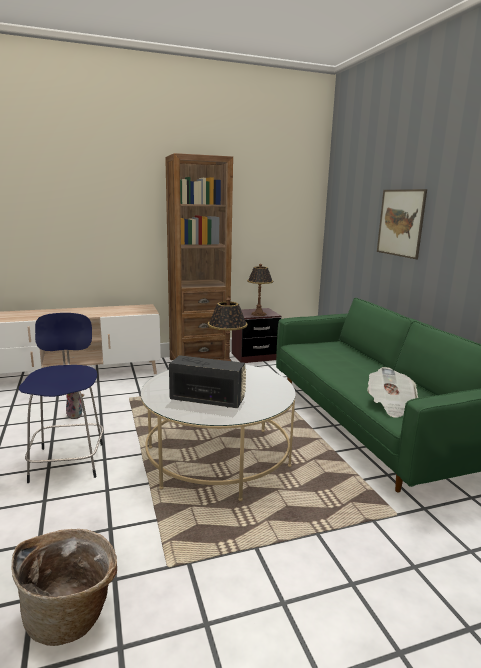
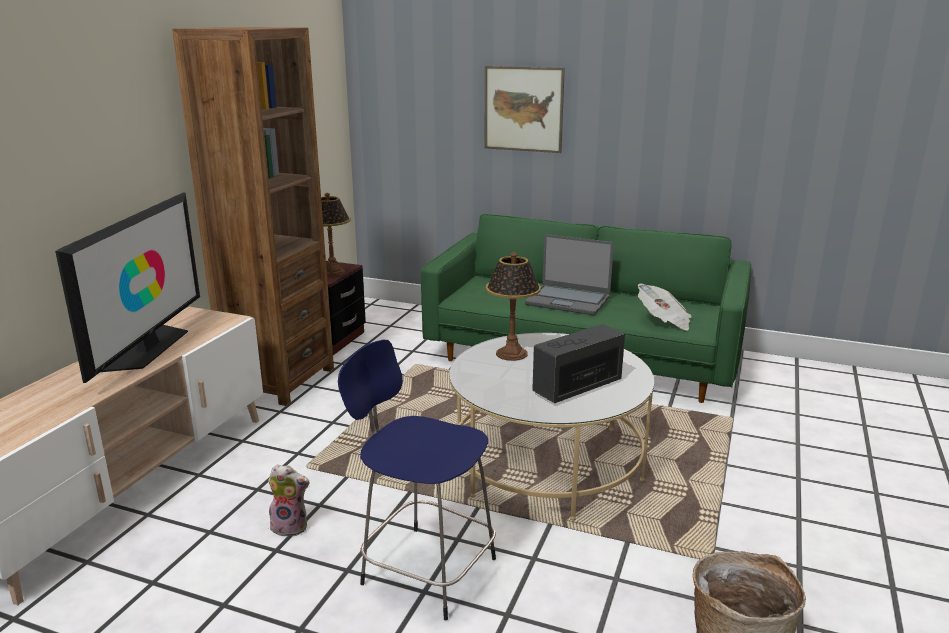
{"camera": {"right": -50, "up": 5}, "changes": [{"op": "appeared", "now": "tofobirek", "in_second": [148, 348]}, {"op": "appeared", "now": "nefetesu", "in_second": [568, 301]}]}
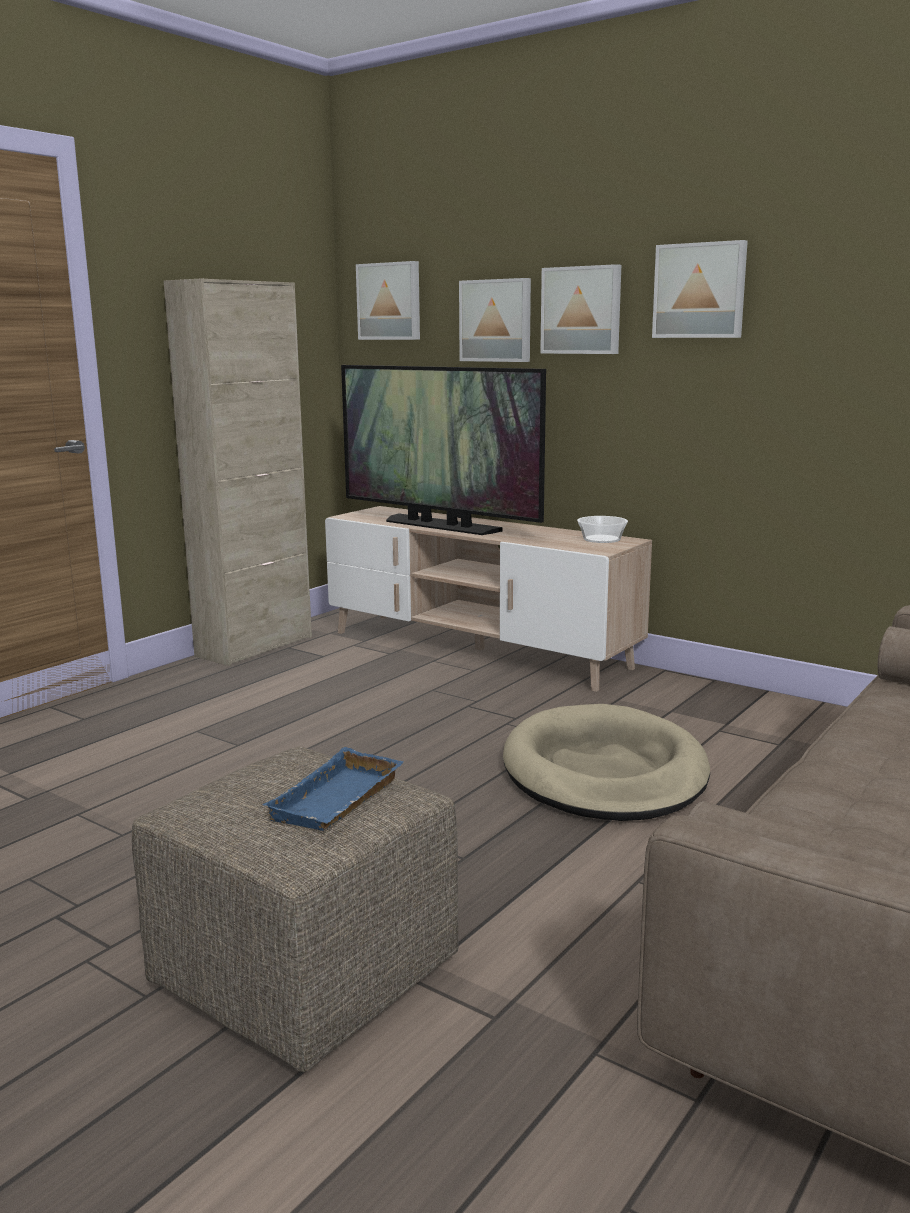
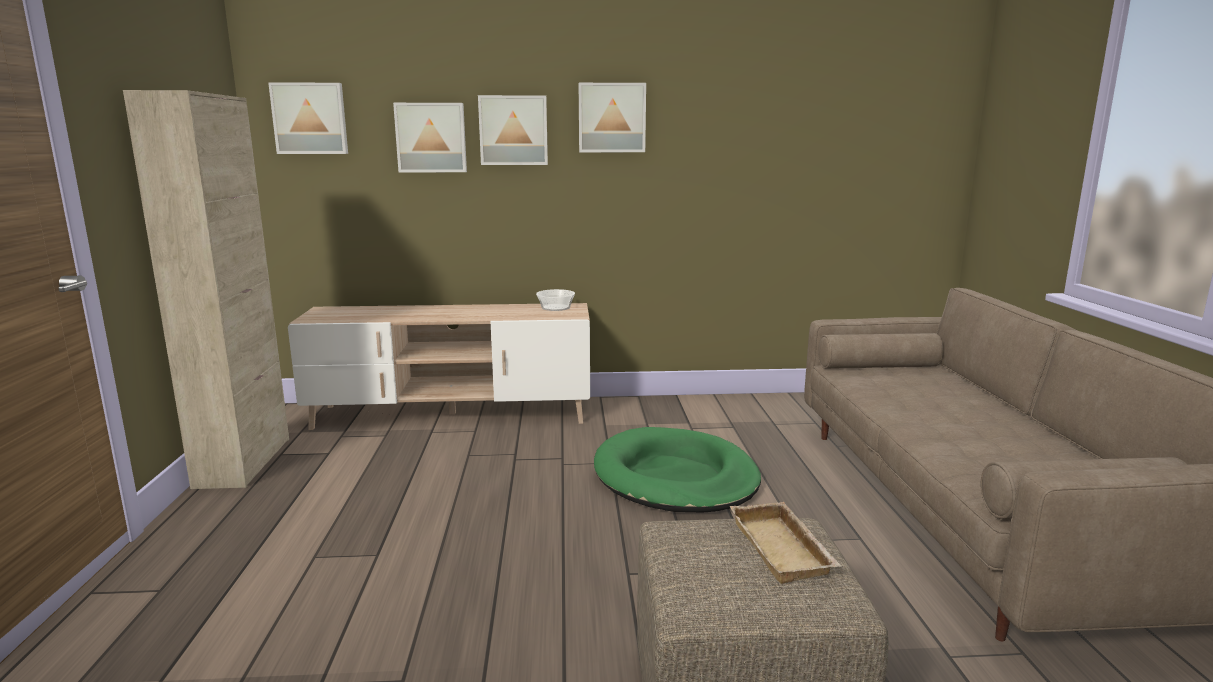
{"camera": {"right": -40, "up": 0}, "changes": [{"op": "colour", "was": "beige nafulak", "now": "green nafulak", "in_first": [604, 772], "in_second": [675, 477]}, {"op": "colour", "was": "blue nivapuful", "now": "beige nivapuful", "in_first": [339, 801], "in_second": [784, 549]}, {"op": "missing", "was": "tofobirek", "in_first": [440, 526]}]}
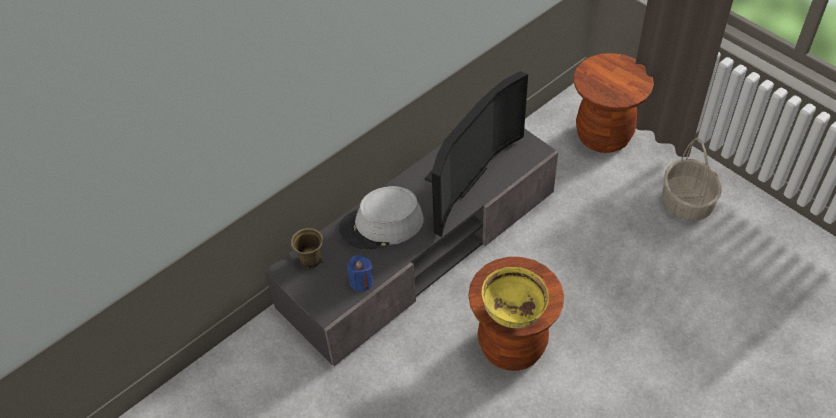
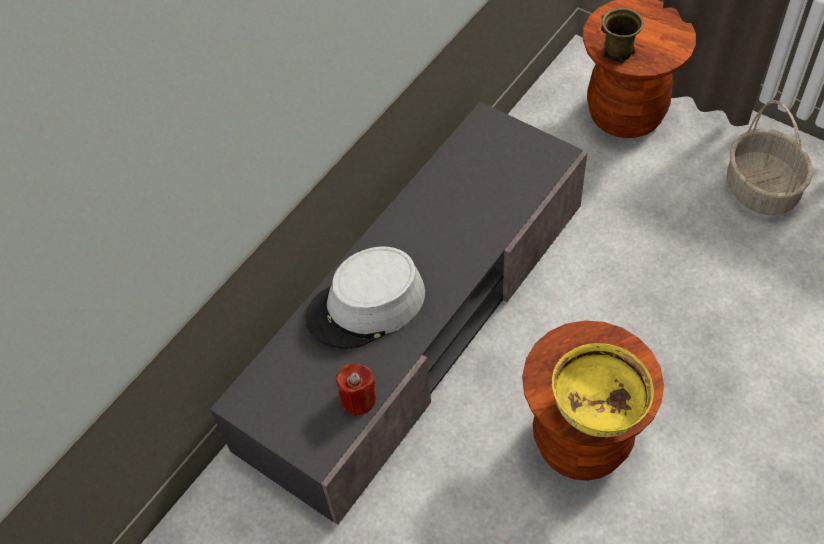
{"camera": {"right": -10, "up": 5}, "changes": [{"op": "colour", "was": "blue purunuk", "now": "red purunuk", "in_first": [361, 281], "in_second": [358, 399]}, {"op": "relocated", "was": "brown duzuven", "in_first": [310, 260], "in_second": [617, 52]}, {"op": "missing", "was": "tofobirek", "in_first": [463, 178]}]}
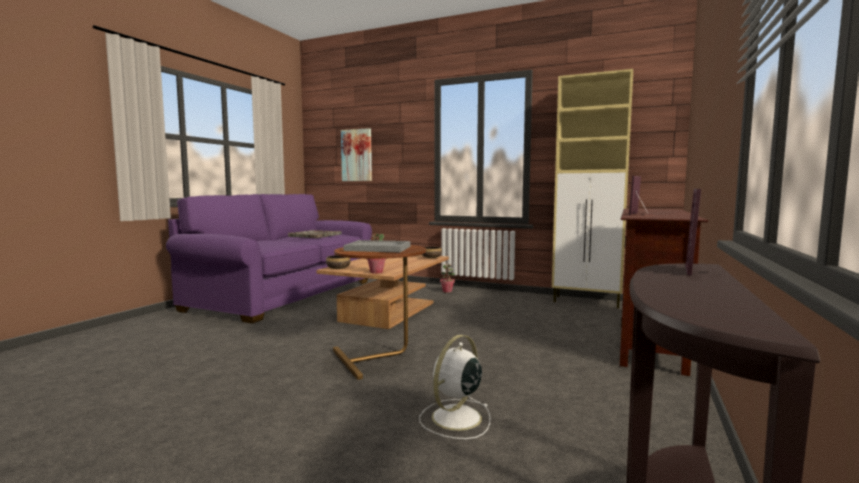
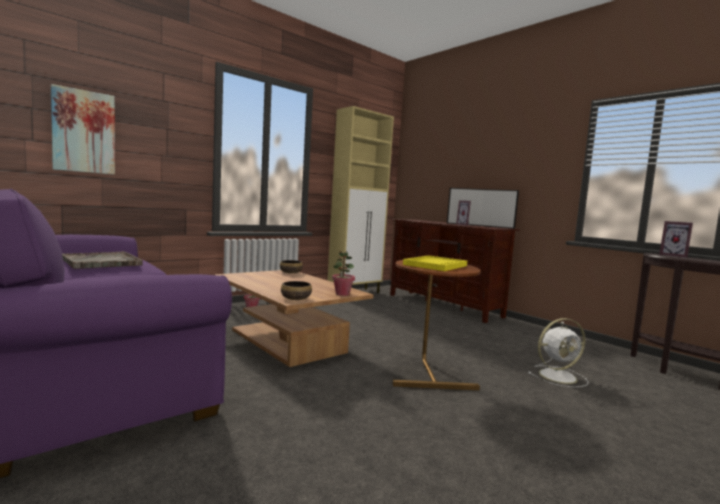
{"camera": {"right": -65, "up": 0}, "changes": [{"op": "colour", "was": "grey nivapuful", "now": "yellow nivapuful", "in_first": [378, 248], "in_second": [435, 265]}, {"op": "appeared", "now": "tofobirek", "in_second": [480, 225]}, {"op": "spun", "was": "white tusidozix", "in_first": [455, 418], "in_second": [559, 376], "clockwise": -75}]}
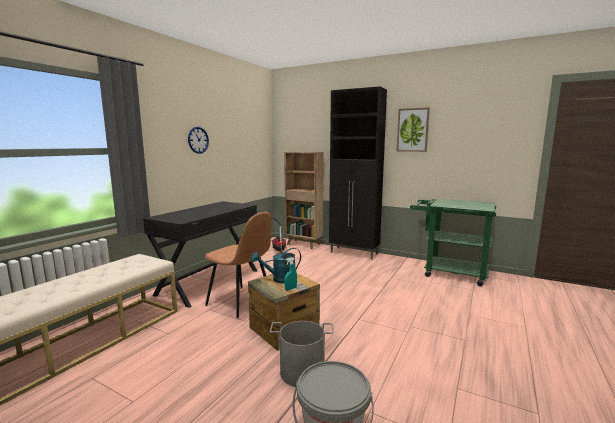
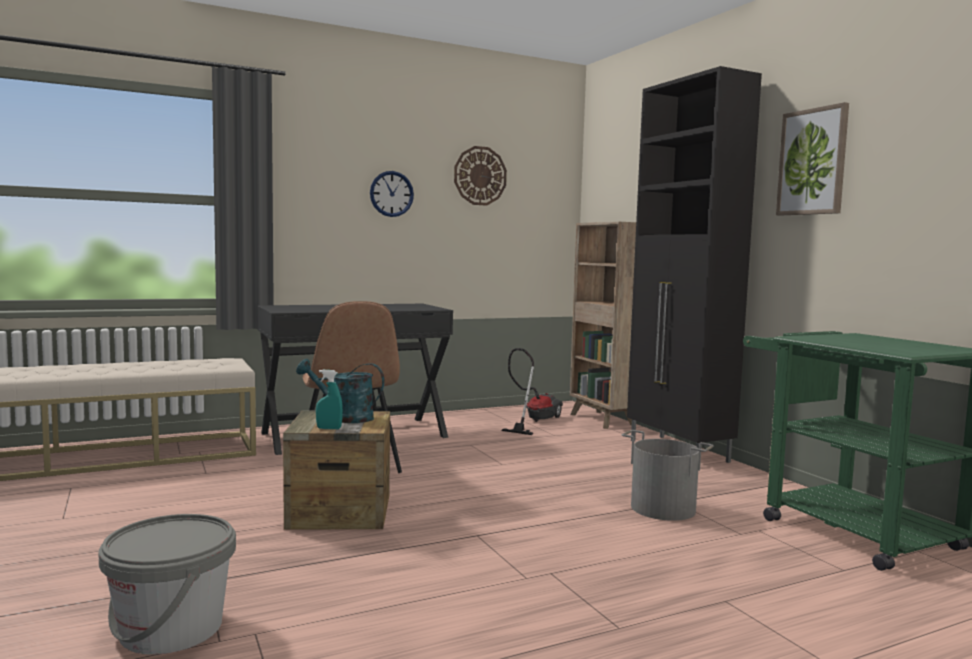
{"camera": {"right": 35, "up": -5}, "changes": [{"op": "appeared", "now": "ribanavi", "in_second": [480, 176]}, {"op": "relocated", "was": "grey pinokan", "in_first": [302, 371], "in_second": [663, 508]}]}
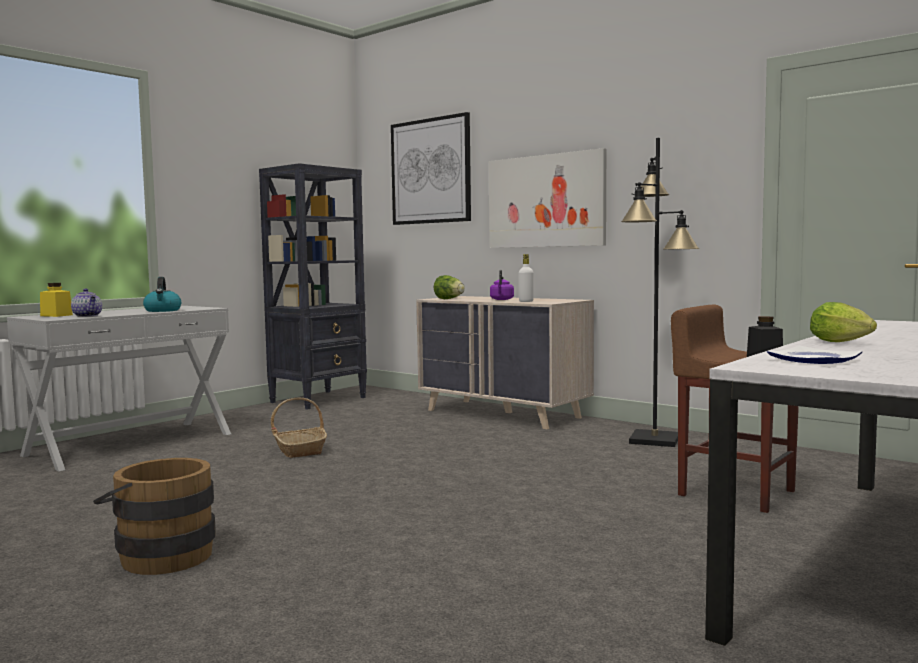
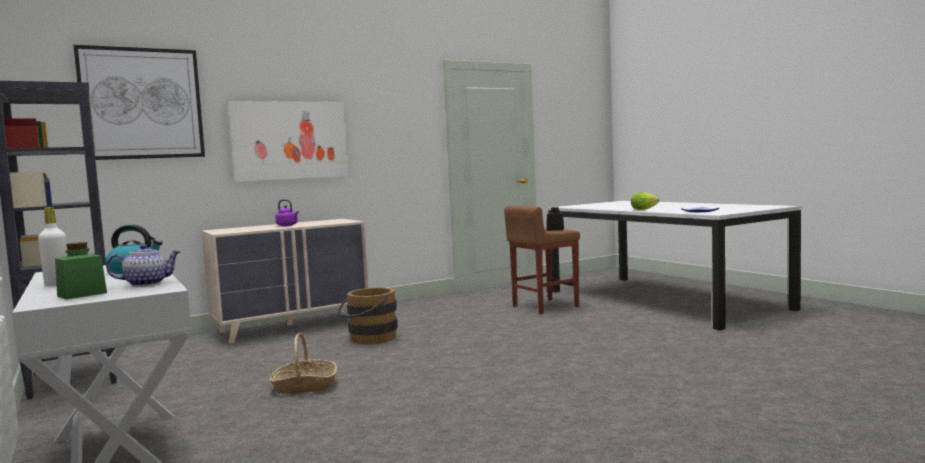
{"camera": {"right": -70, "up": 0}, "changes": [{"op": "relocated", "was": "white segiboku", "in_first": [526, 301], "in_second": [57, 284]}, {"op": "colour", "was": "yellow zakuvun", "now": "green zakuvun", "in_first": [56, 315], "in_second": [82, 294]}, {"op": "relocated", "was": "brown pinokan", "in_first": [160, 555], "in_second": [369, 339]}, {"op": "missing", "was": "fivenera", "in_first": [449, 299]}, {"op": "missing", "was": "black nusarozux", "in_first": [655, 440]}]}
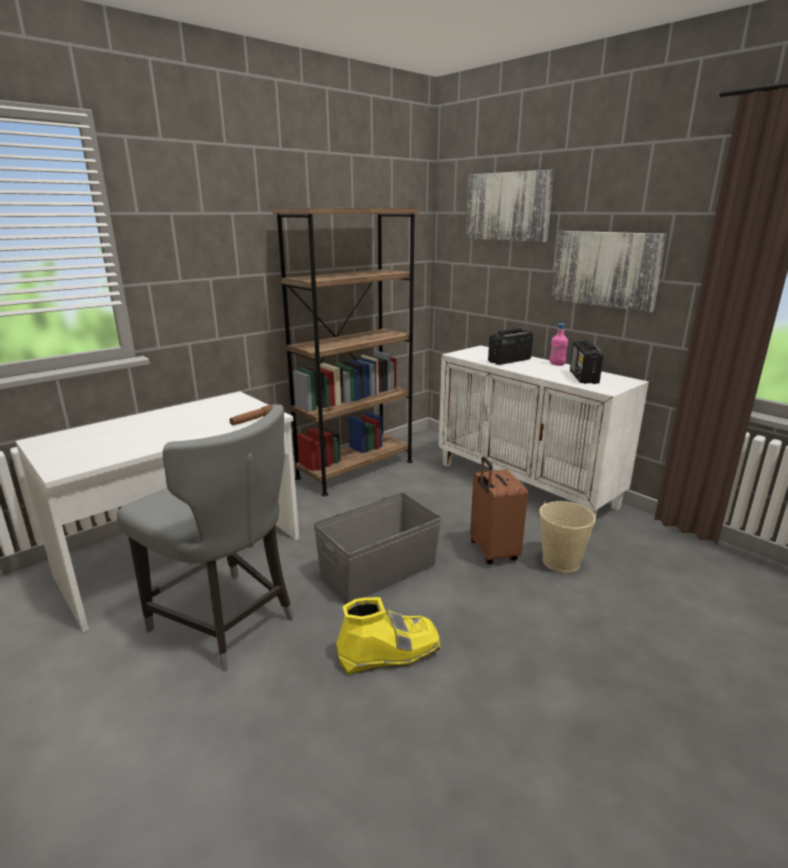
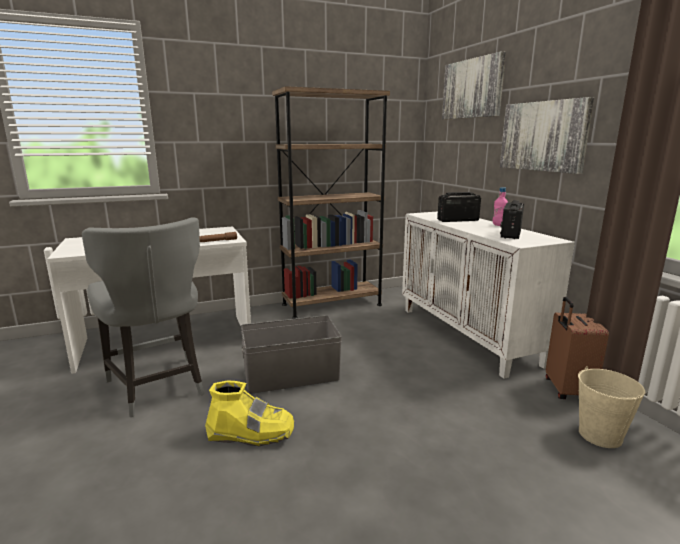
{"camera": {"right": 20, "up": -5}, "changes": [{"op": "relocated", "was": "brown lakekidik", "in_first": [492, 552], "in_second": [566, 390]}, {"op": "relocated", "was": "beige pinokan", "in_first": [561, 562], "in_second": [600, 435]}]}
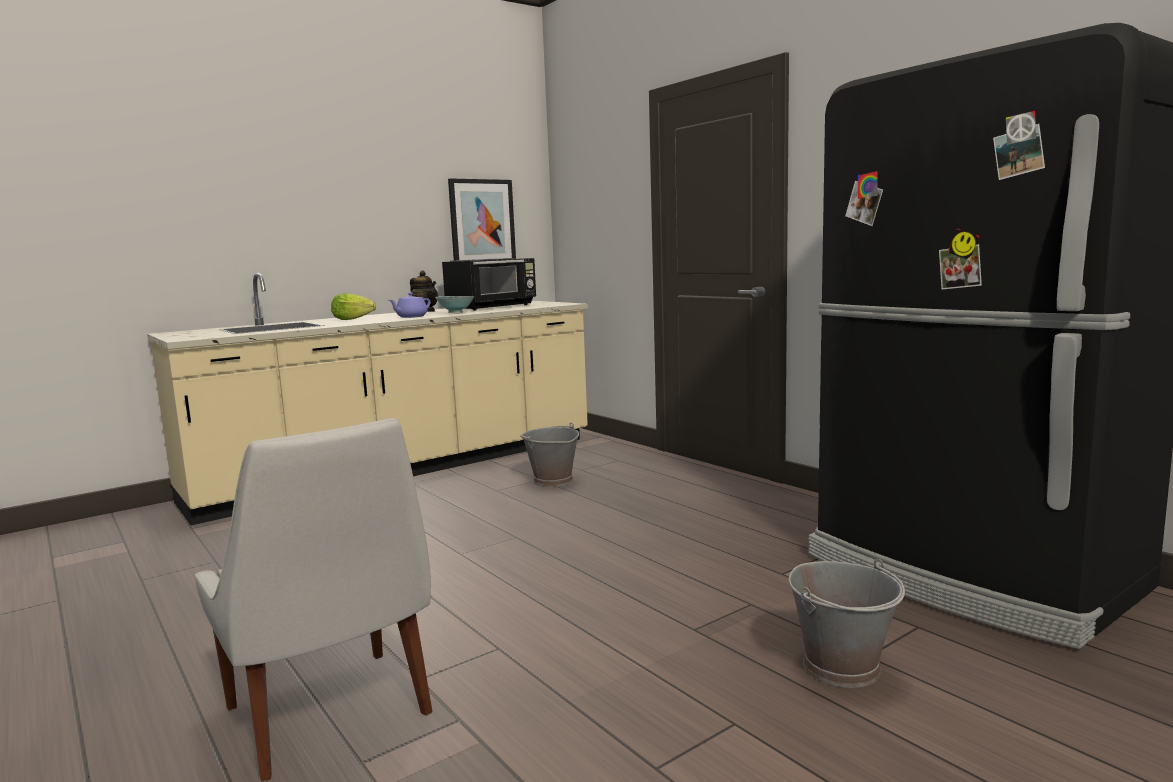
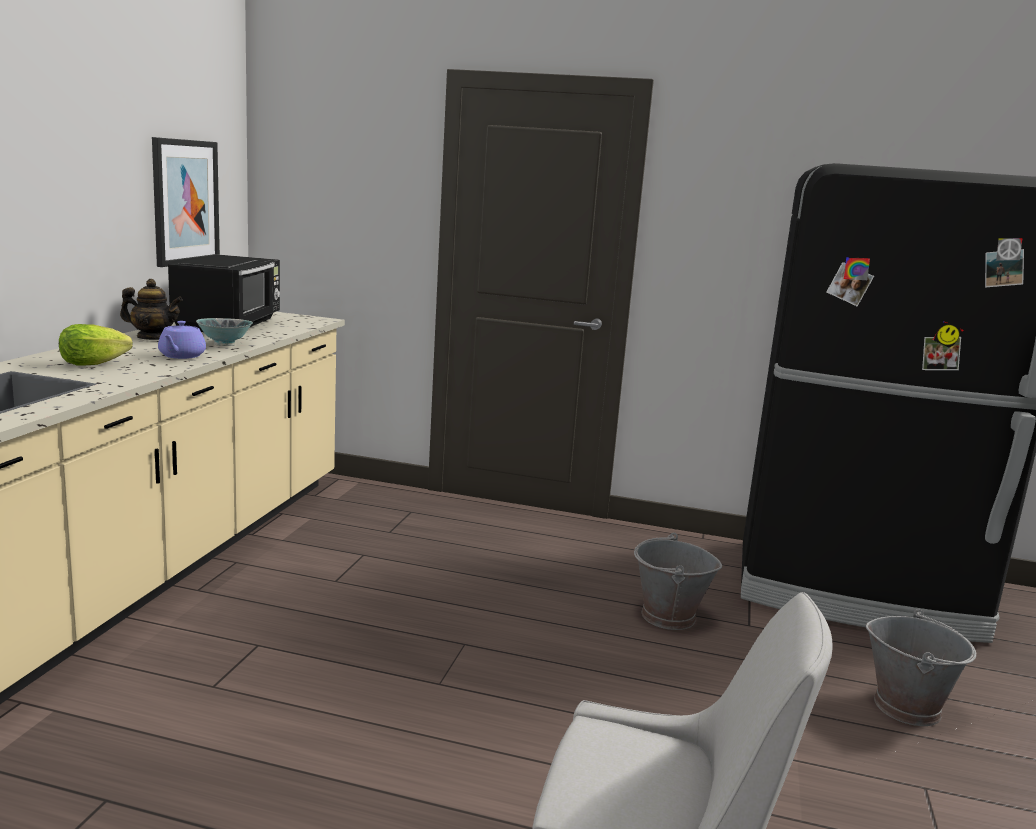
{"camera": {"right": -40, "up": 5}, "changes": [{"op": "relocated", "was": "grey pinokan", "in_first": [552, 481], "in_second": [668, 616]}]}
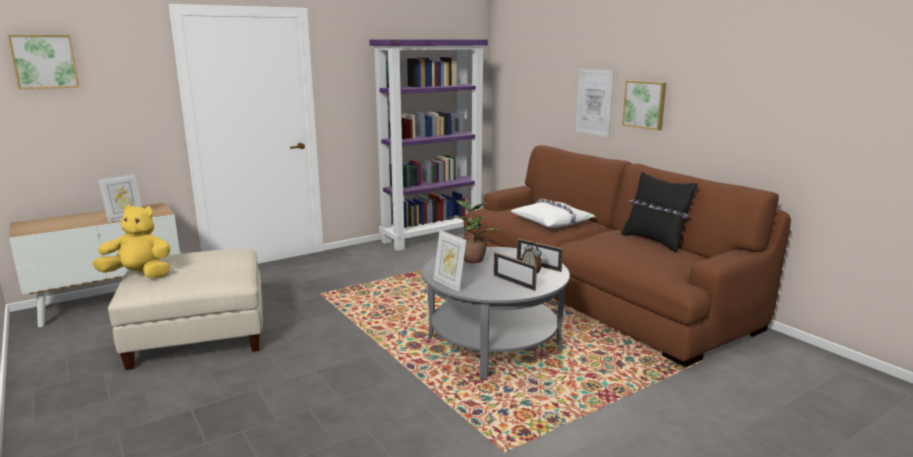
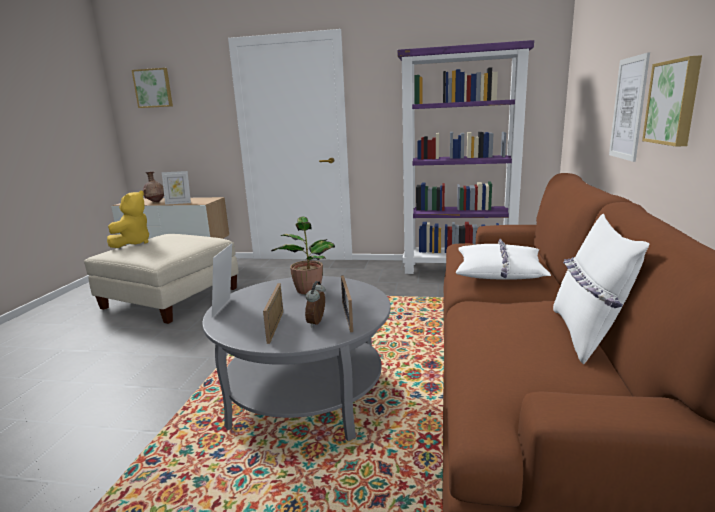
{"camera": {"right": 45, "up": 0}, "changes": [{"op": "spun", "was": "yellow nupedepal", "in_first": [139, 275], "in_second": [133, 243], "clockwise": 60}, {"op": "appeared", "now": "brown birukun", "in_second": [156, 202]}, {"op": "colour", "was": "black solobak", "now": "white solobak", "in_first": [655, 241], "in_second": [586, 335]}]}
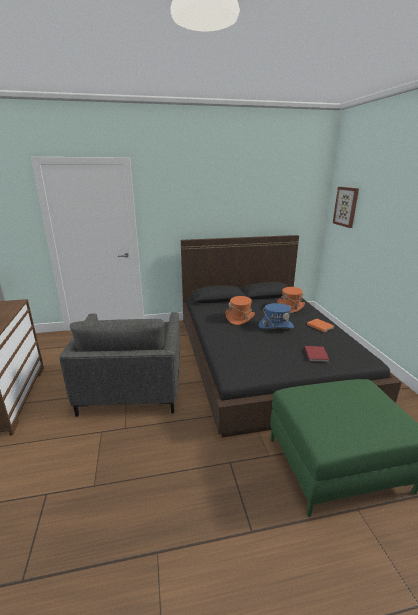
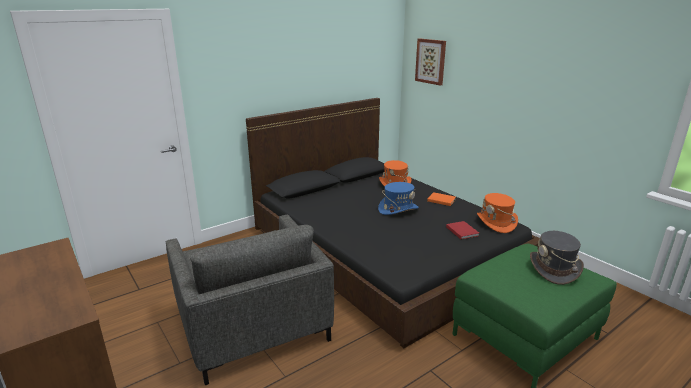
{"camera": {"right": -25, "up": 0}, "changes": [{"op": "relocated", "was": "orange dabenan", "in_first": [240, 318], "in_second": [496, 222]}, {"op": "appeared", "now": "grey dabenan", "in_second": [554, 269]}]}
